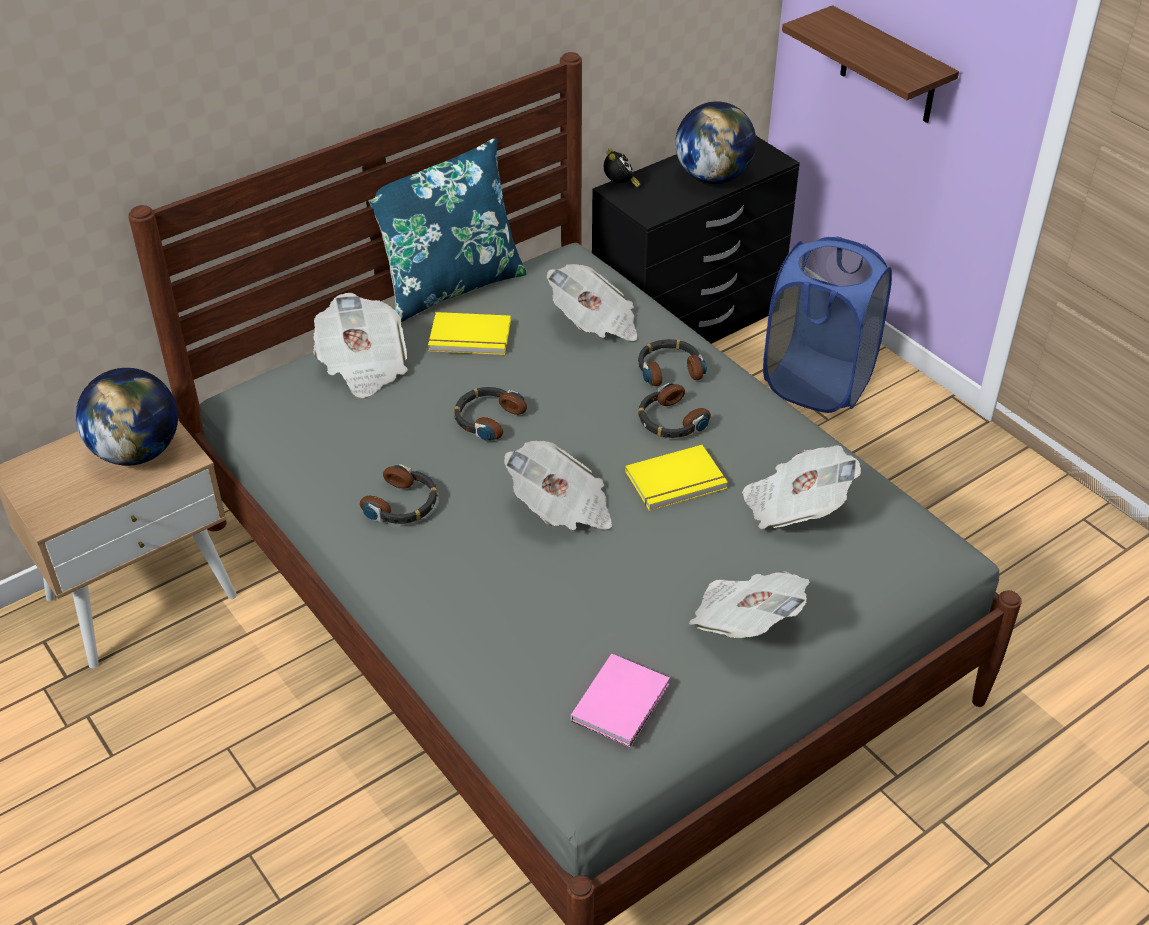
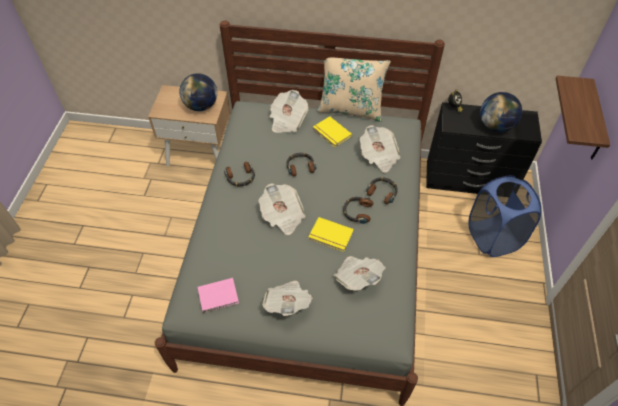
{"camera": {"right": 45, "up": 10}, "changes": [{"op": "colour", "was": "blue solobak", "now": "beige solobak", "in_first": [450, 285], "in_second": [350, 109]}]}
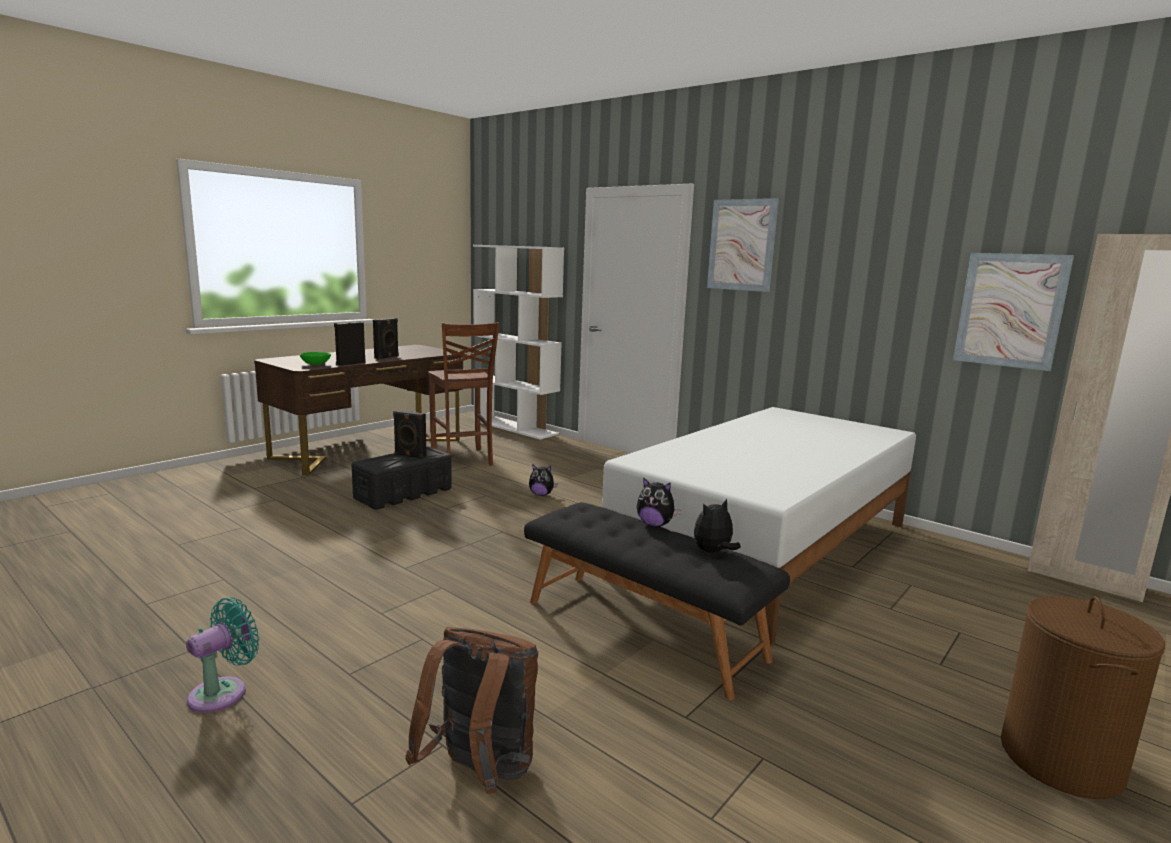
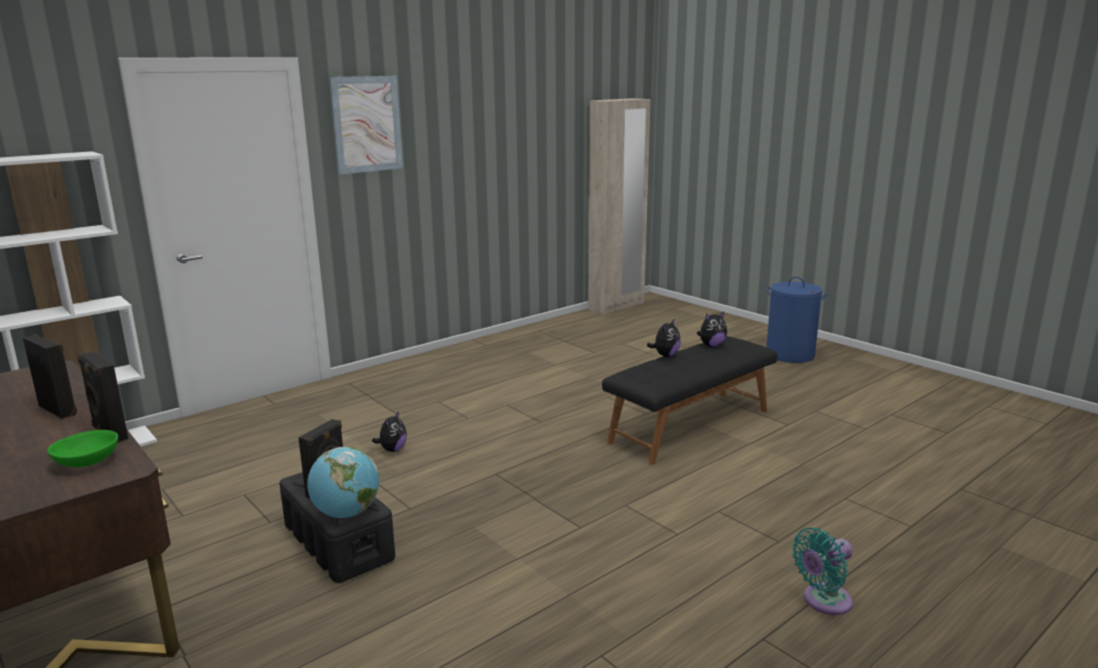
{"camera": {"right": -80, "up": 5}, "changes": [{"op": "appeared", "now": "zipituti", "in_second": [346, 513]}, {"op": "spun", "was": "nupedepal", "in_first": [713, 552], "in_second": [711, 345], "clockwise": -90}, {"op": "colour", "was": "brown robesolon", "now": "blue robesolon", "in_first": [1061, 761], "in_second": [790, 354]}, {"op": "spun", "was": "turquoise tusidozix", "in_first": [223, 692], "in_second": [823, 601], "clockwise": -75}, {"op": "missing", "was": "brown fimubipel", "in_first": [479, 774]}, {"op": "missing", "was": "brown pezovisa", "in_first": [462, 460]}, {"op": "missing", "was": "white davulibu", "in_first": [768, 547]}, {"op": "missing", "was": "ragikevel", "in_first": [1010, 310]}]}
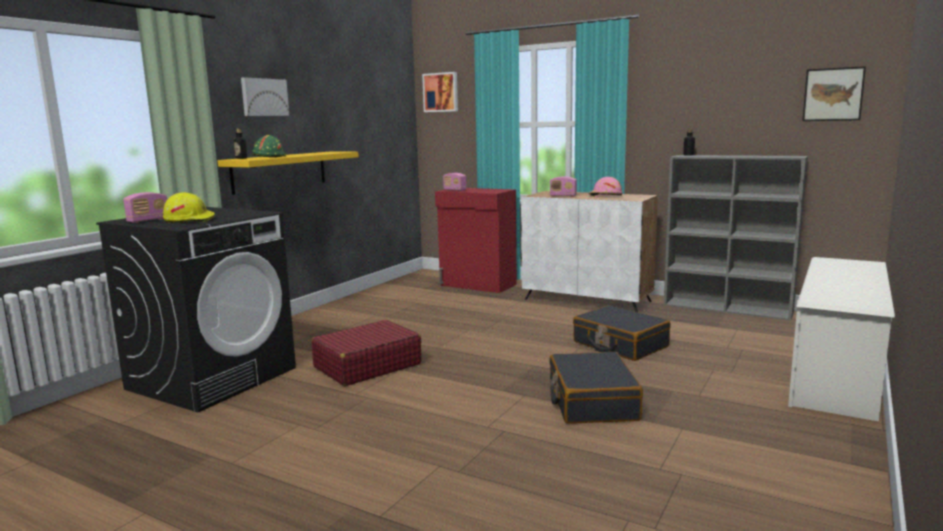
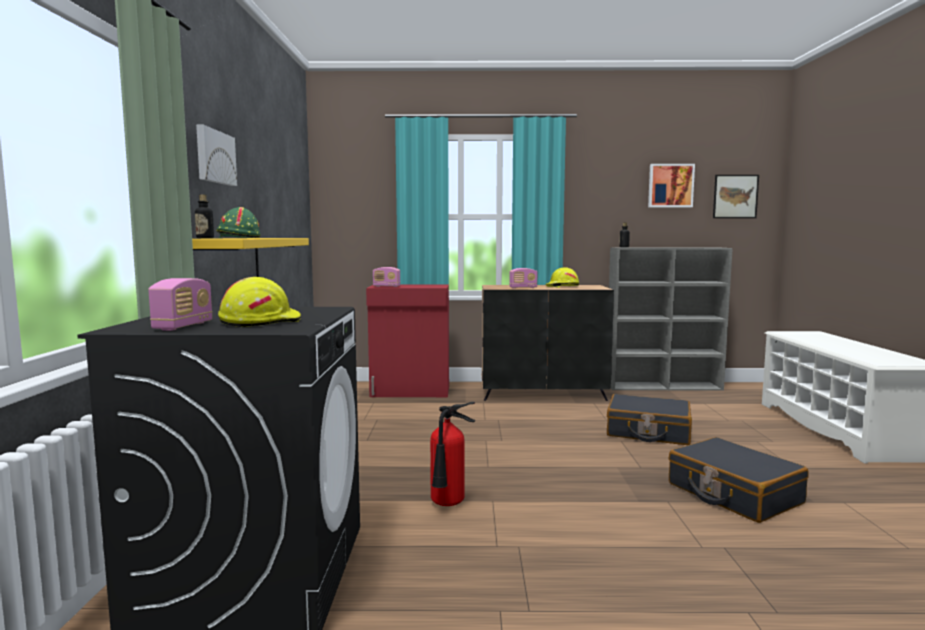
{"camera": {"right": -30, "up": -5}, "changes": [{"op": "exchanged", "was": "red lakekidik", "now": "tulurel", "in_first": [367, 366], "in_second": [447, 505]}, {"op": "colour", "was": "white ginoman", "now": "black ginoman", "in_first": [588, 300], "in_second": [543, 394]}, {"op": "colour", "was": "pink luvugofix", "now": "yellow luvugofix", "in_first": [605, 196], "in_second": [562, 287]}, {"op": "relocated", "was": "ragikevel", "in_first": [441, 92], "in_second": [670, 186]}]}
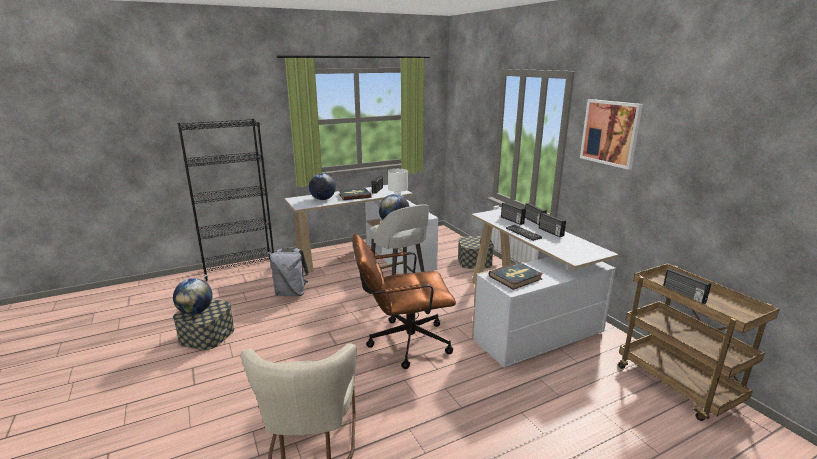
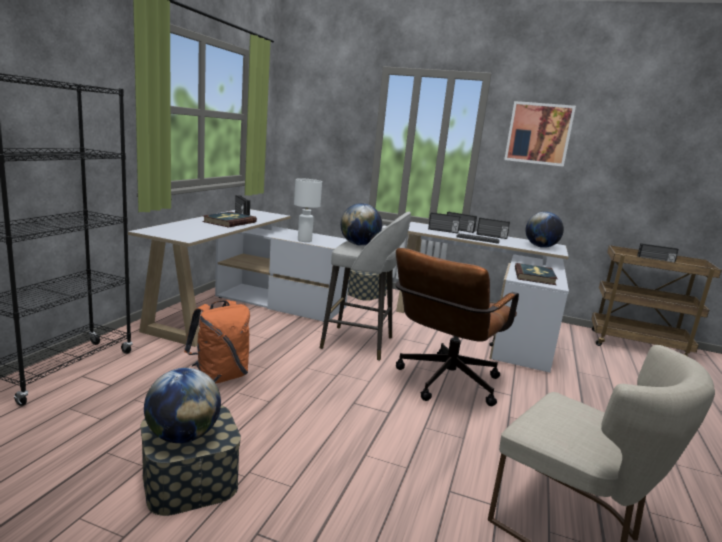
{"camera": {"right": -45, "up": -5}, "changes": [{"op": "colour", "was": "grey fimubipel", "now": "orange fimubipel", "in_first": [291, 293], "in_second": [220, 377]}, {"op": "relocated", "was": "zipituti", "in_first": [323, 199], "in_second": [540, 247]}]}
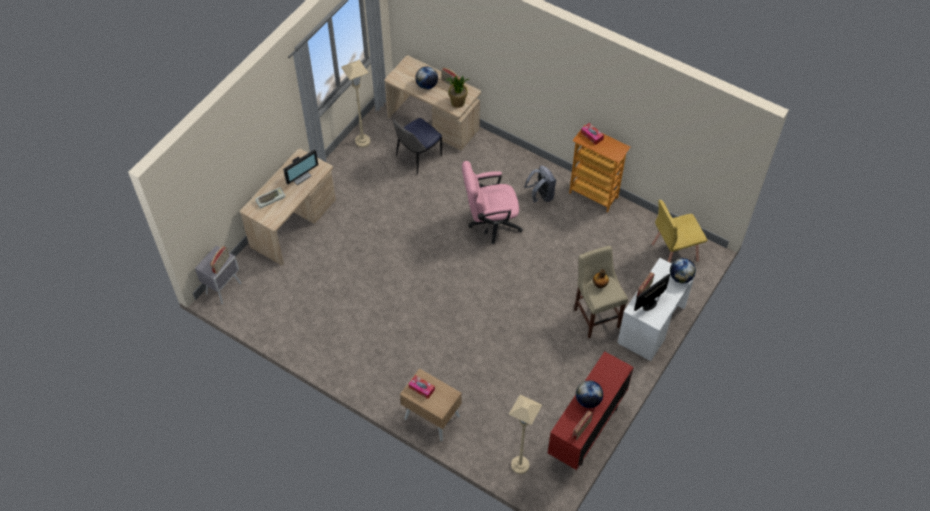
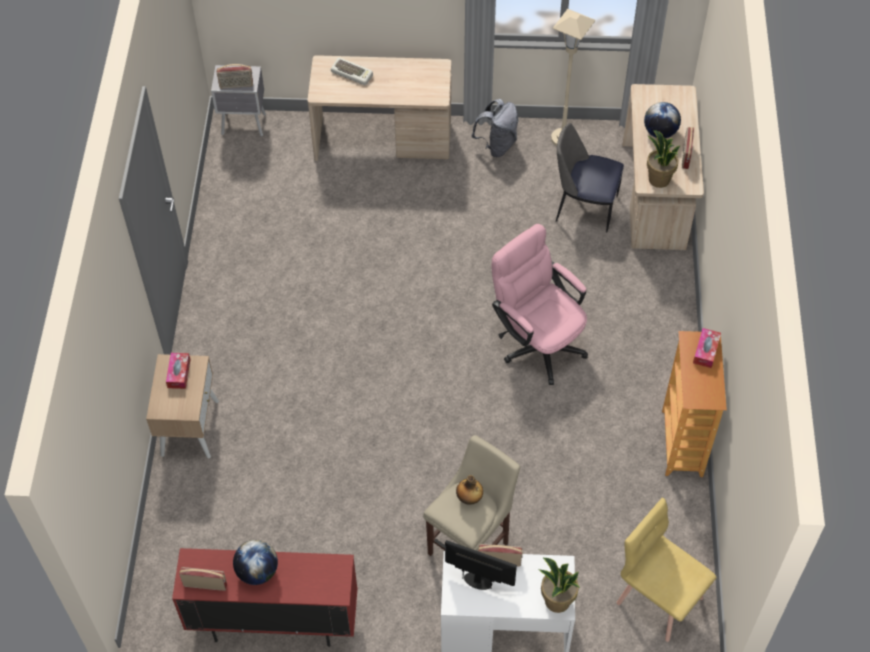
{"camera": {"right": 60, "up": 0}, "changes": [{"op": "relocated", "was": "grey fimubipel", "in_first": [541, 196], "in_second": [497, 145]}, {"op": "exchanged", "was": "zipituti", "now": "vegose", "in_first": [680, 277], "in_second": [557, 601]}, {"op": "missing", "was": "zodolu", "in_first": [300, 176]}, {"op": "missing", "was": "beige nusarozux", "in_first": [520, 465]}]}
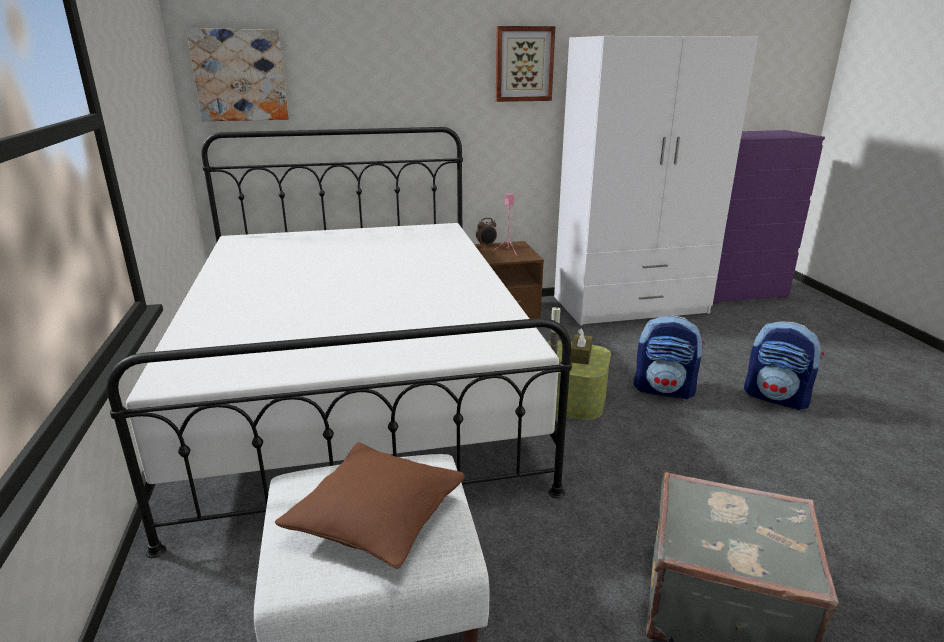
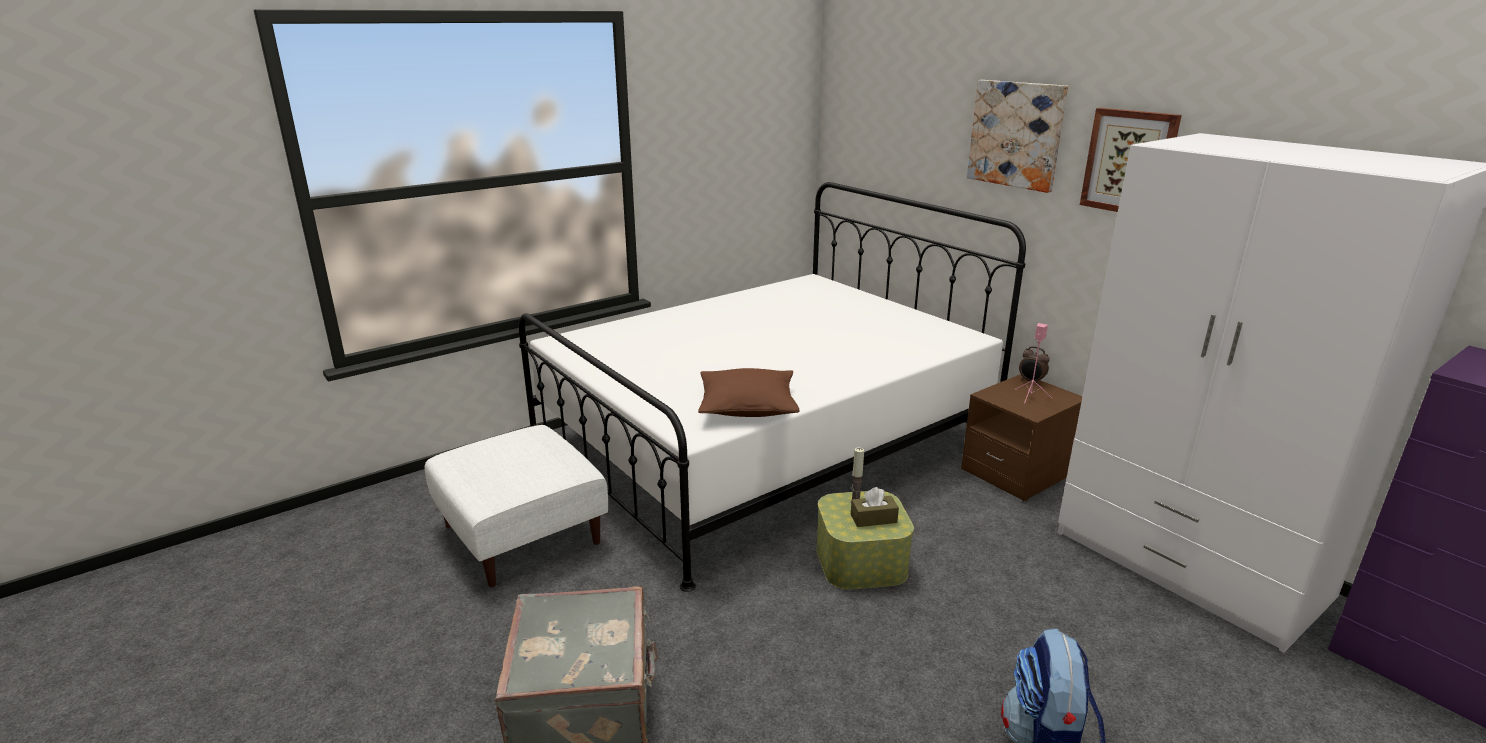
{"camera": {"right": 65, "up": 0}, "changes": [{"op": "relocated", "was": "brown solobak", "in_first": [376, 517], "in_second": [747, 406]}, {"op": "relocated", "was": "ragikevel", "in_first": [240, 75], "in_second": [1016, 134]}, {"op": "missing", "was": "fimubipel", "in_first": [664, 390]}]}
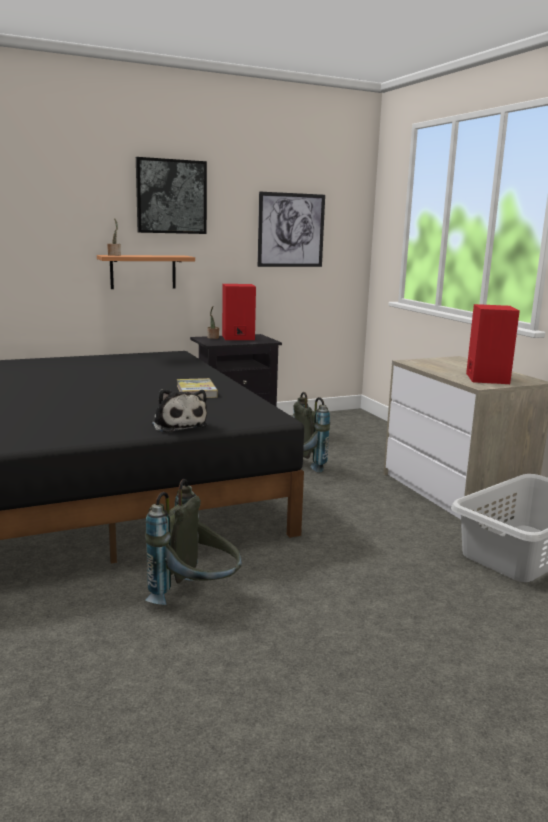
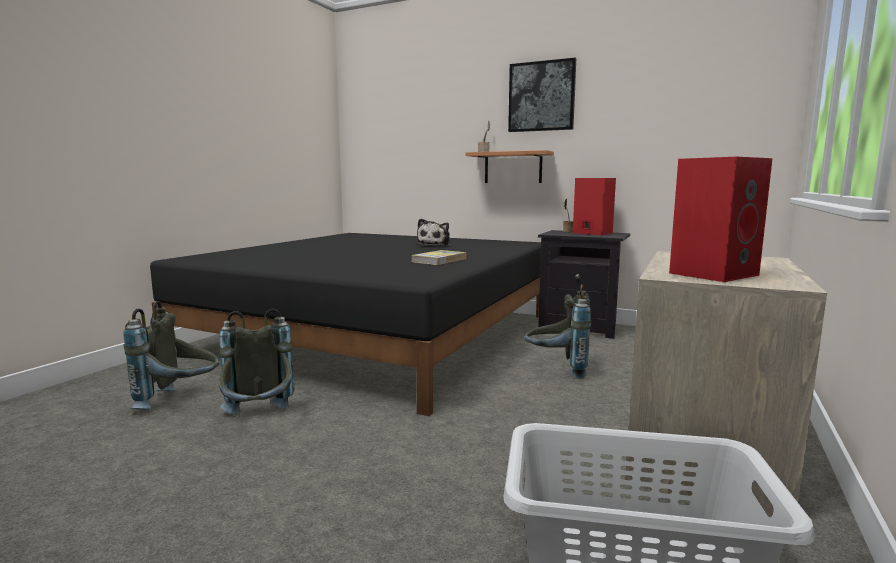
{"camera": {"right": 50, "up": -5}, "changes": [{"op": "appeared", "now": "grey fimubipel", "in_second": [180, 401]}, {"op": "relocated", "was": "nupedepal", "in_first": [178, 425], "in_second": [435, 245]}, {"op": "missing", "was": "ragikevel", "in_first": [291, 230]}]}
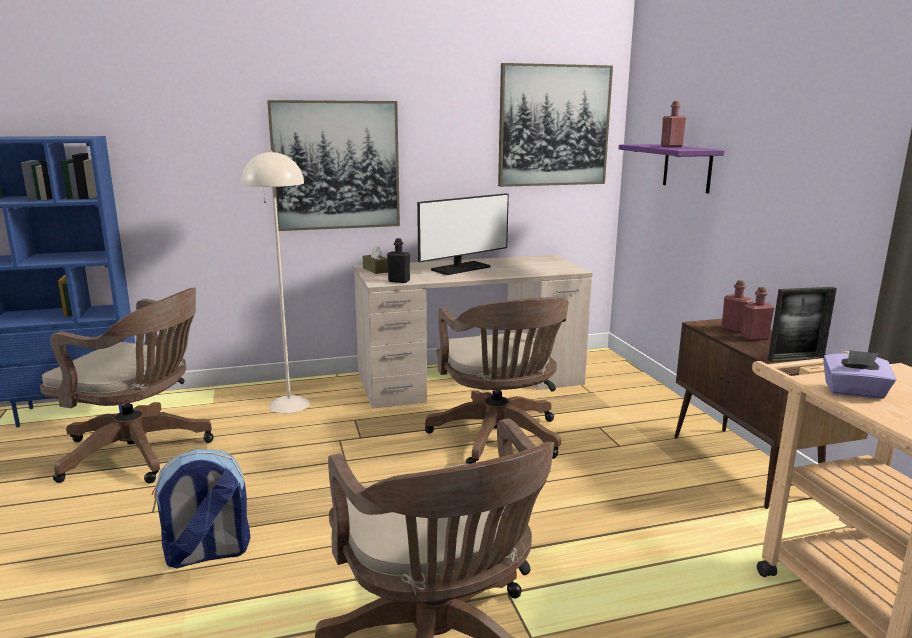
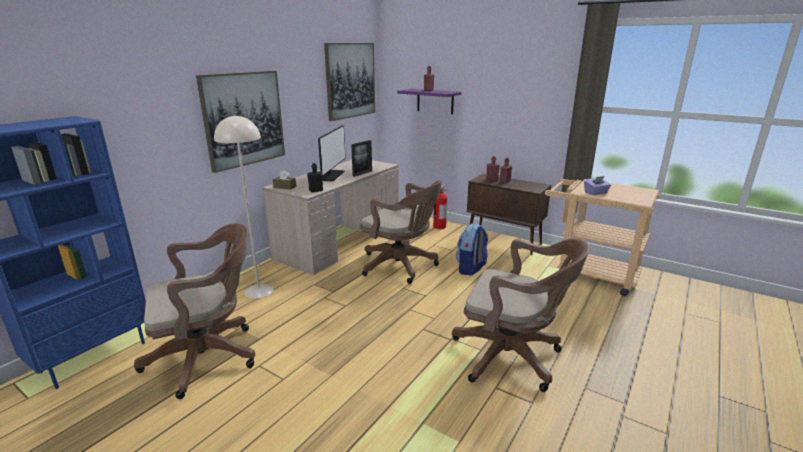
{"camera": {"right": -40, "up": 5}, "changes": [{"op": "relocated", "was": "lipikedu", "in_first": [796, 359], "in_second": [362, 173]}, {"op": "appeared", "now": "tulurel", "in_second": [439, 226]}, {"op": "relocated", "was": "fimubipel", "in_first": [206, 554], "in_second": [471, 269]}]}
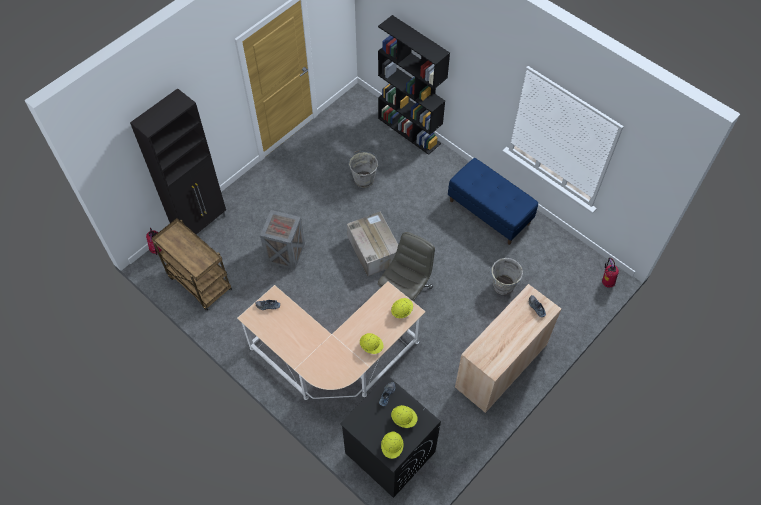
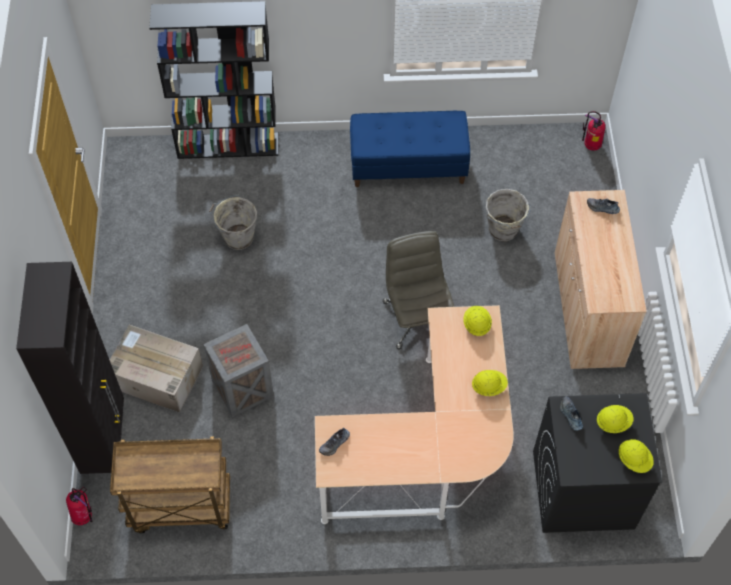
{"camera": {"right": -45, "up": 0}, "changes": [{"op": "relocated", "was": "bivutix", "in_first": [373, 249], "in_second": [155, 376]}]}
